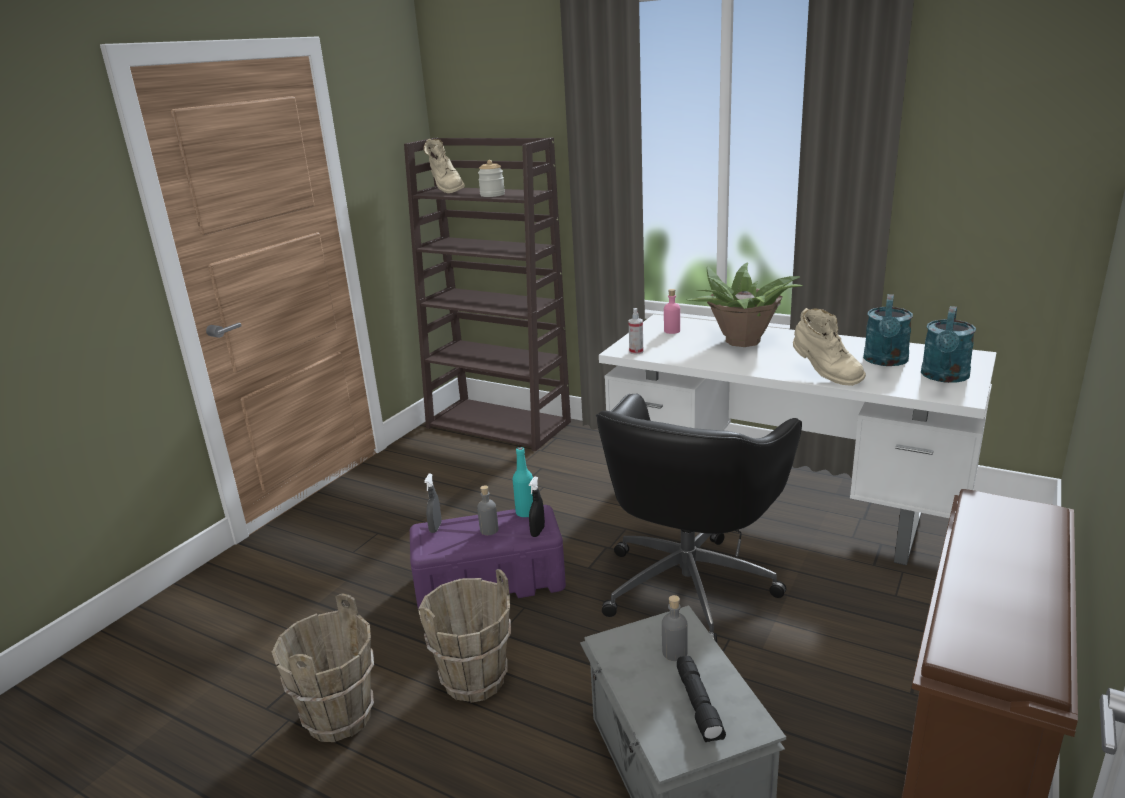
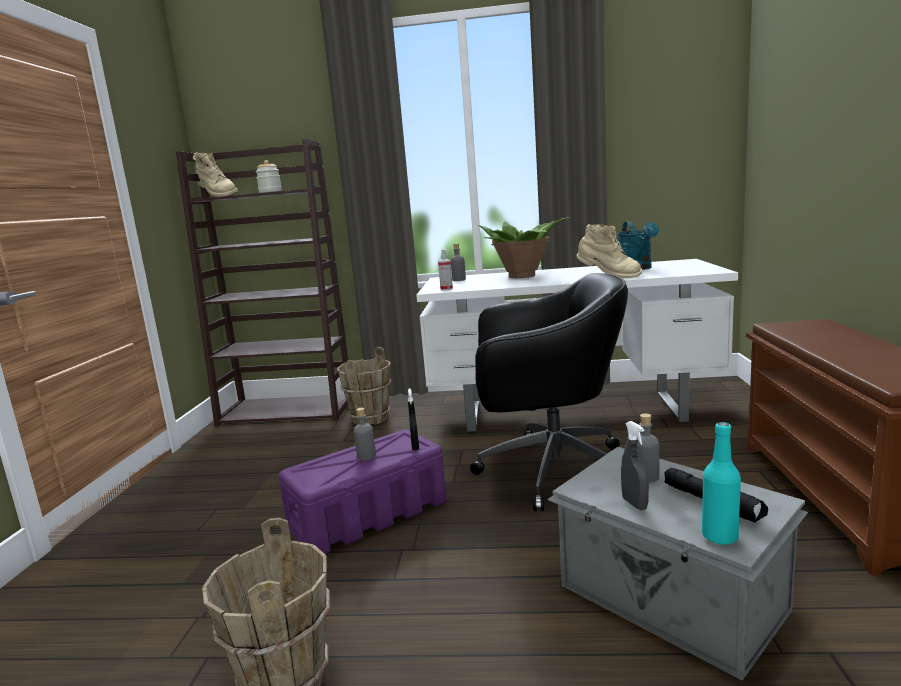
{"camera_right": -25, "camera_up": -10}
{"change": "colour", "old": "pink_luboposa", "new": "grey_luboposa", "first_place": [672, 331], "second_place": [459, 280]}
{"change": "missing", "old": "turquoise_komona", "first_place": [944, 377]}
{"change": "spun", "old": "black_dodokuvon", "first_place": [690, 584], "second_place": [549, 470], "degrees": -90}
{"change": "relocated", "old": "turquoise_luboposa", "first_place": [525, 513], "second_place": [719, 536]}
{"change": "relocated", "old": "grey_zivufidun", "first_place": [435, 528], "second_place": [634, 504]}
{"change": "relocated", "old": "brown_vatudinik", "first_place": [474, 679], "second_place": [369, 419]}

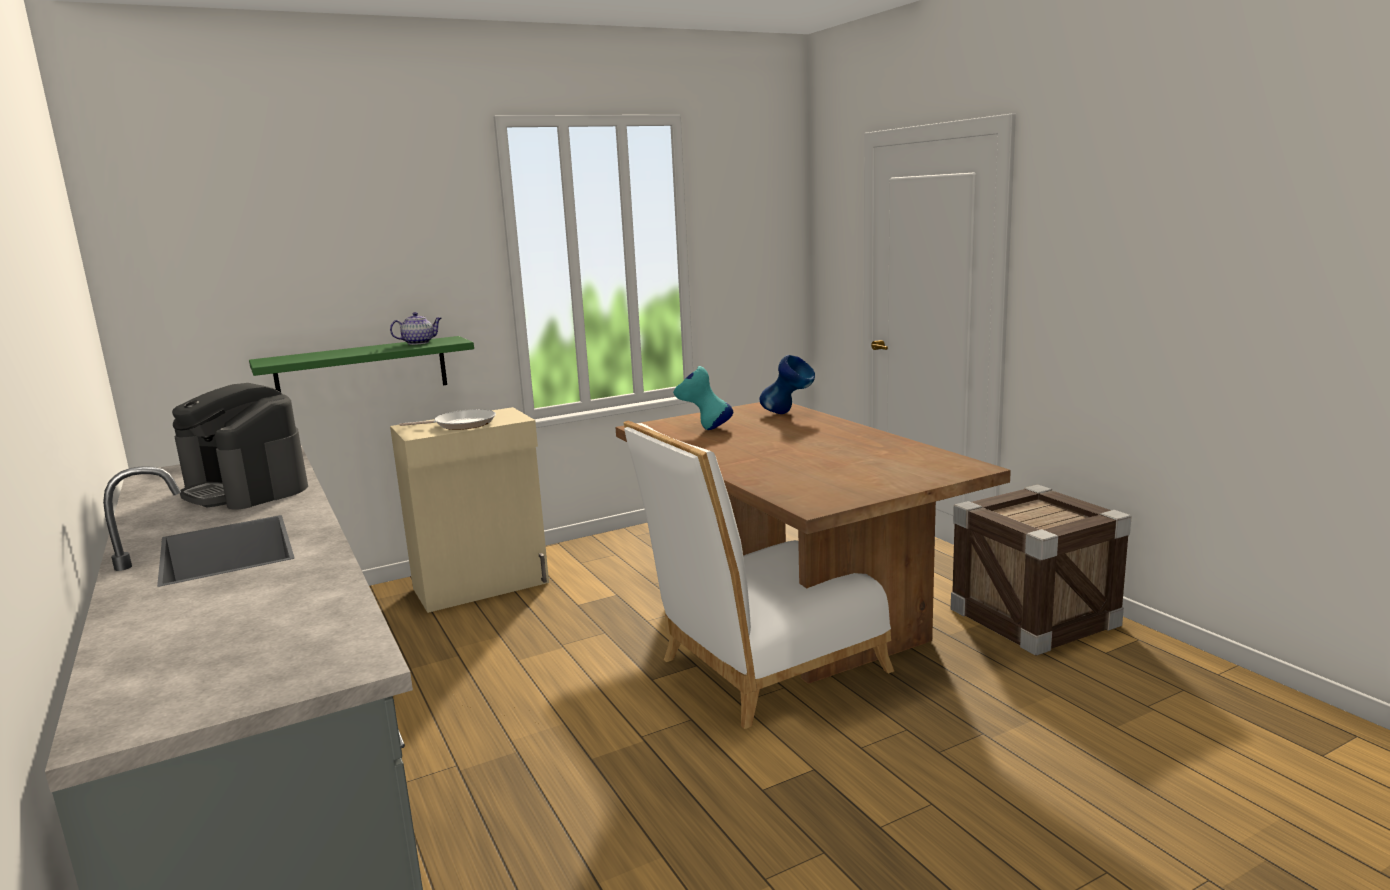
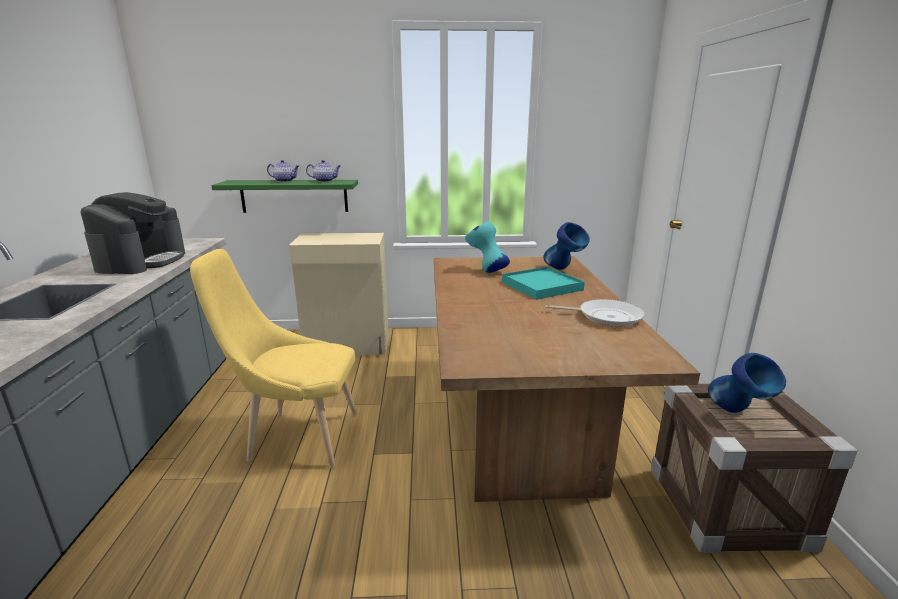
{"camera_right": 25, "camera_up": 5}
{"change": "spun", "old": "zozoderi", "first_place": [247, 489], "second_place": [142, 261], "degrees": -150}
{"change": "relocated", "old": "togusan", "first_place": [461, 424], "second_place": [606, 317]}
{"change": "missing", "old": "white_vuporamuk", "first_place": [762, 669]}
{"change": "appeared", "new": "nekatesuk", "second_place": [285, 181]}
{"change": "appeared", "new": "yellow_vuporamuk", "second_place": [296, 437]}
{"change": "appeared", "new": "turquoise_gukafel", "second_place": [541, 286]}
{"change": "appeared", "new": "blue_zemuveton", "second_place": [737, 415]}

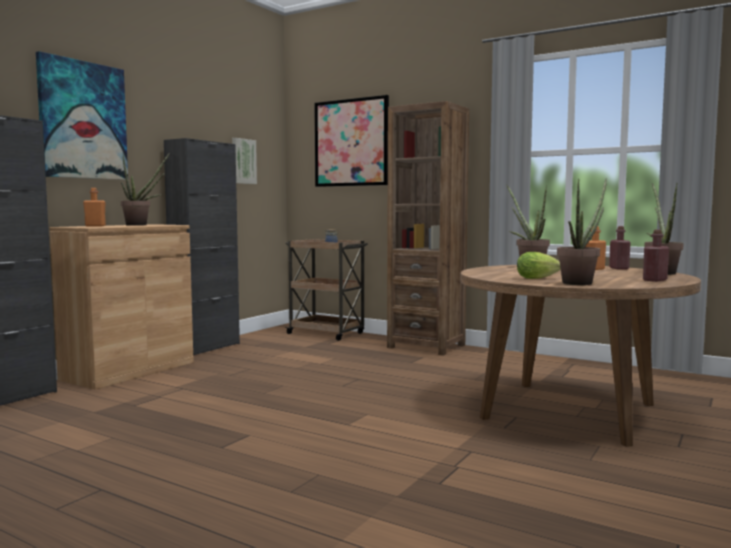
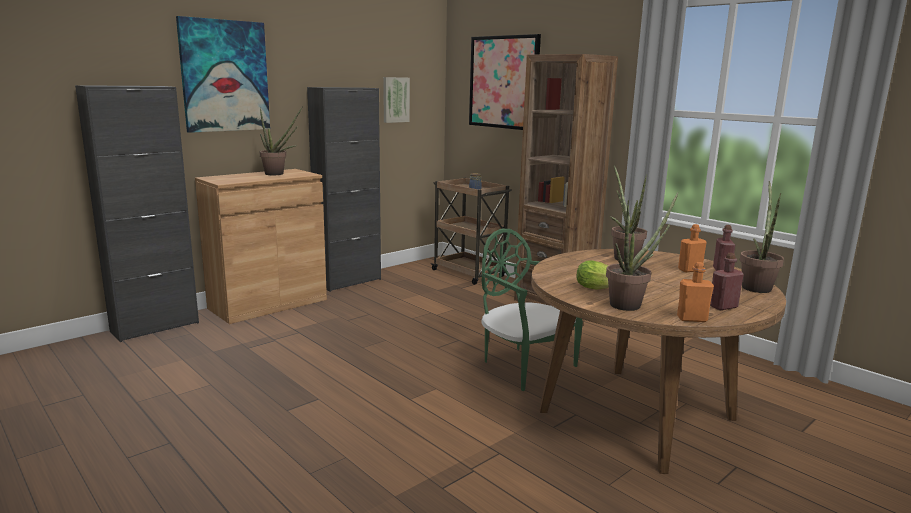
{"camera_right": 15, "camera_up": 10}
{"change": "relocated", "old": "orange_luboposa", "first_place": [95, 226], "second_place": [692, 319]}
{"change": "appeared", "new": "green_vuporamuk", "second_place": [524, 365]}

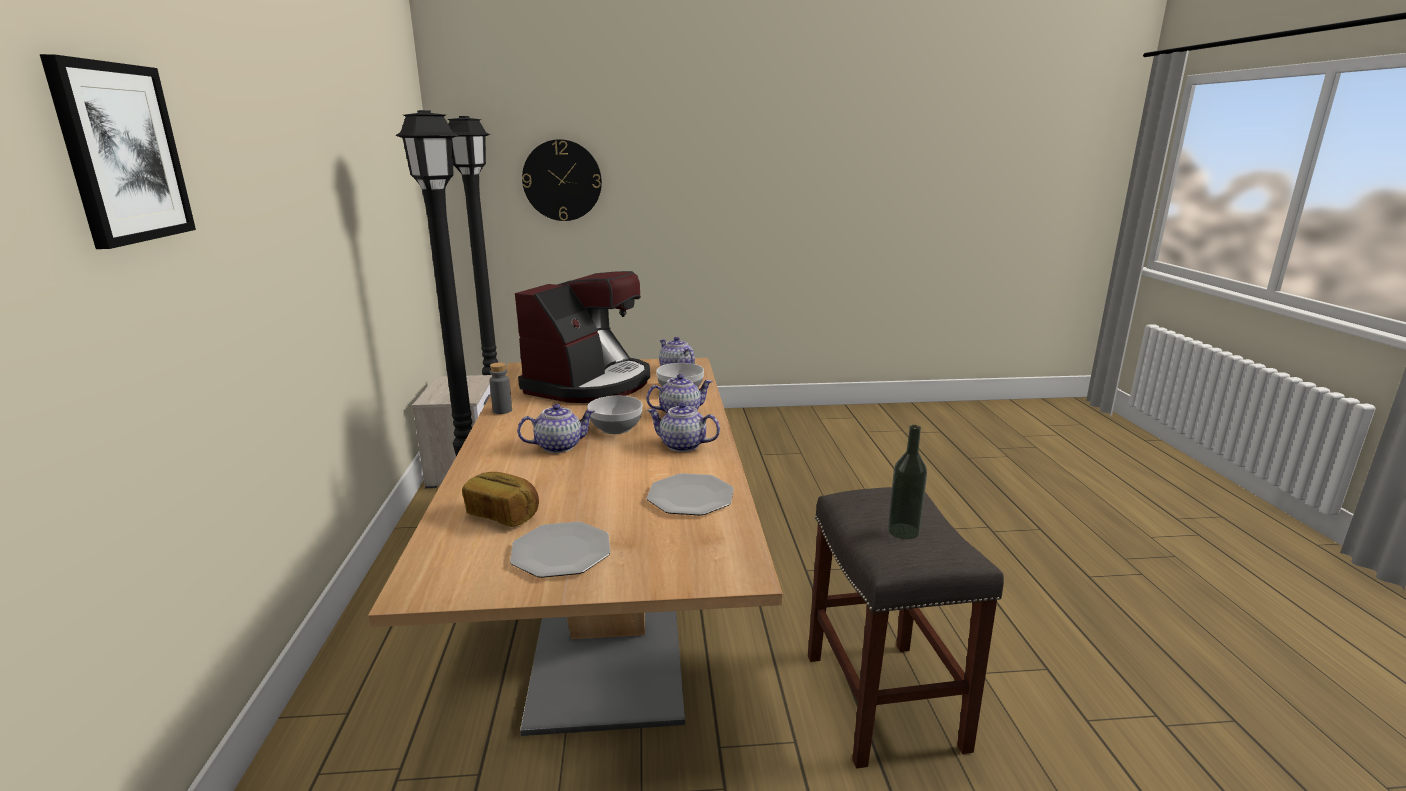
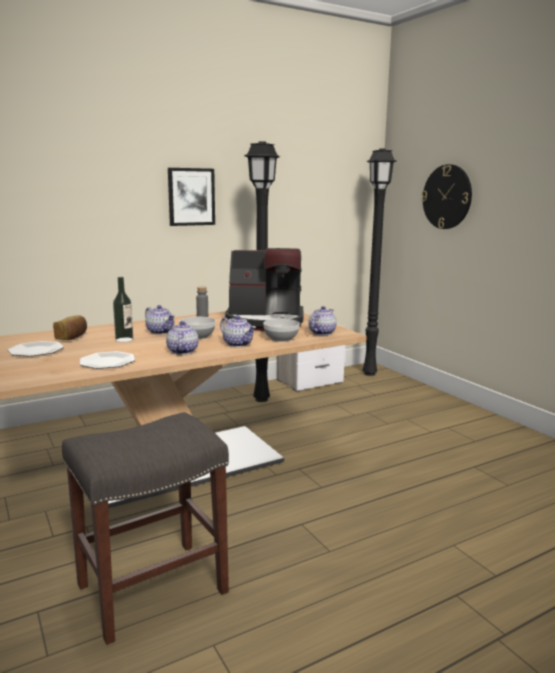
{"camera_right": 65, "camera_up": -5}
{"change": "relocated", "old": "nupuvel", "first_place": [121, 153], "second_place": [191, 197]}
{"change": "relocated", "old": "luboposa", "first_place": [903, 531], "second_place": [124, 340]}

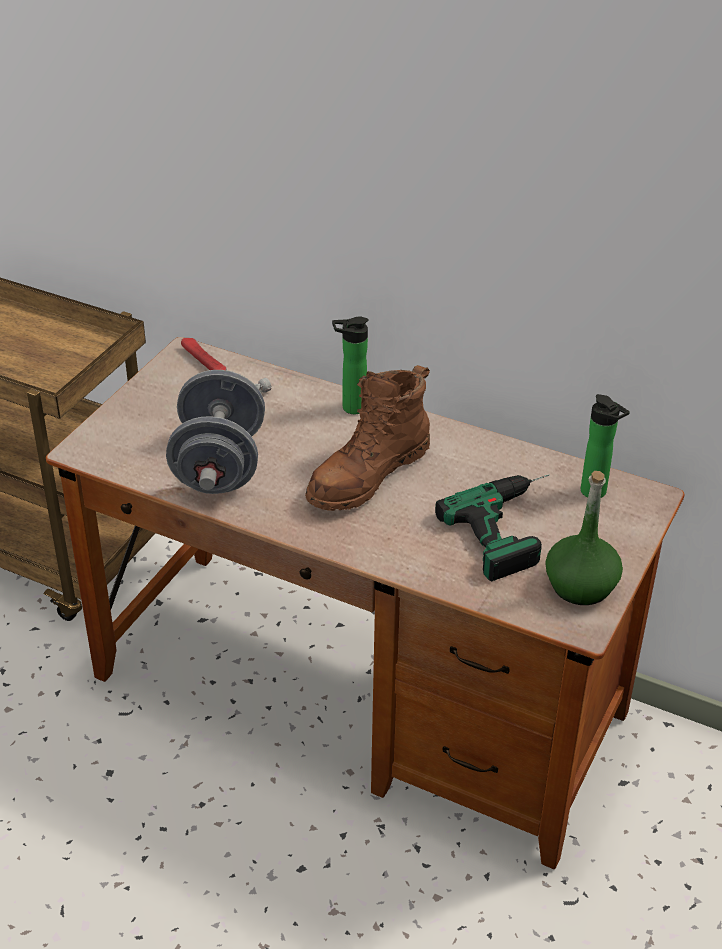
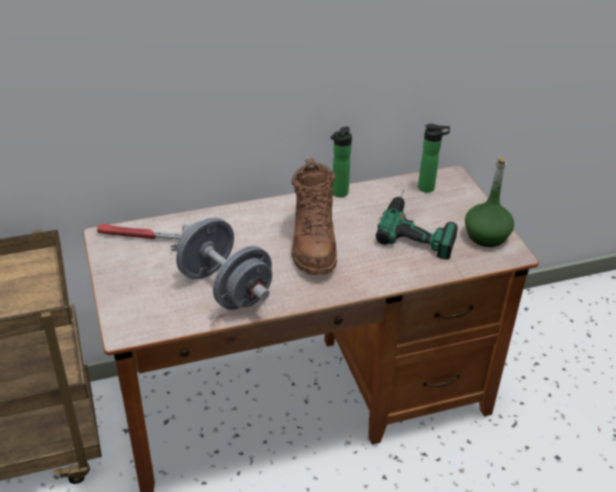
{"camera_right": -45, "camera_up": 0}
{"change": "relocated", "old": "luboposa", "first_place": [350, 408], "second_place": [338, 194]}

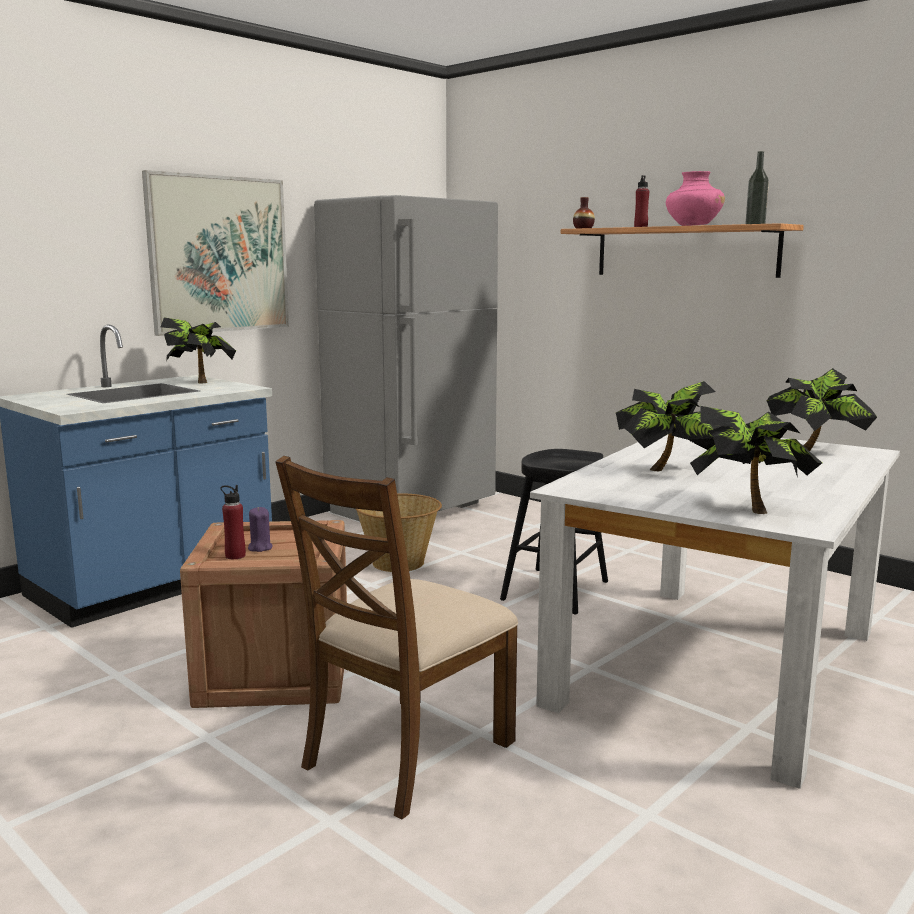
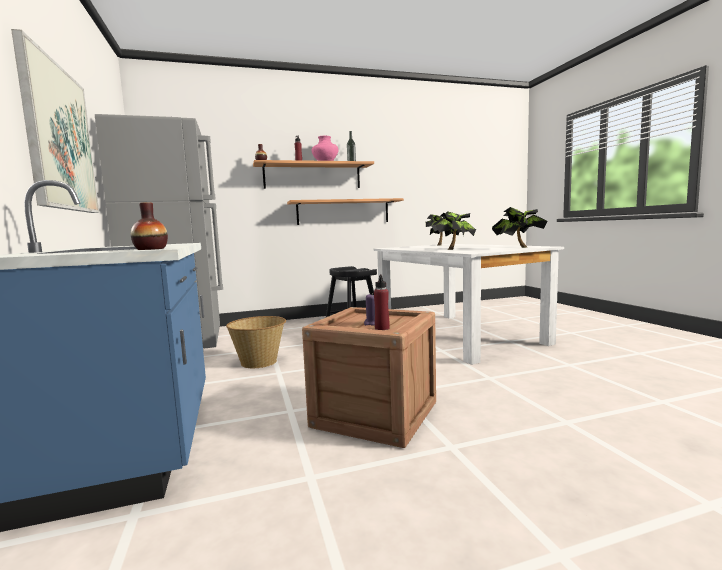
{"camera_right": -60, "camera_up": -5}
{"change": "missing", "old": "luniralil", "first_place": [200, 381]}
{"change": "missing", "old": "brown_vuporamuk", "first_place": [406, 753]}
{"change": "appeared", "new": "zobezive", "second_place": [343, 212]}
{"change": "appeared", "new": "zemuveton", "second_place": [151, 249]}

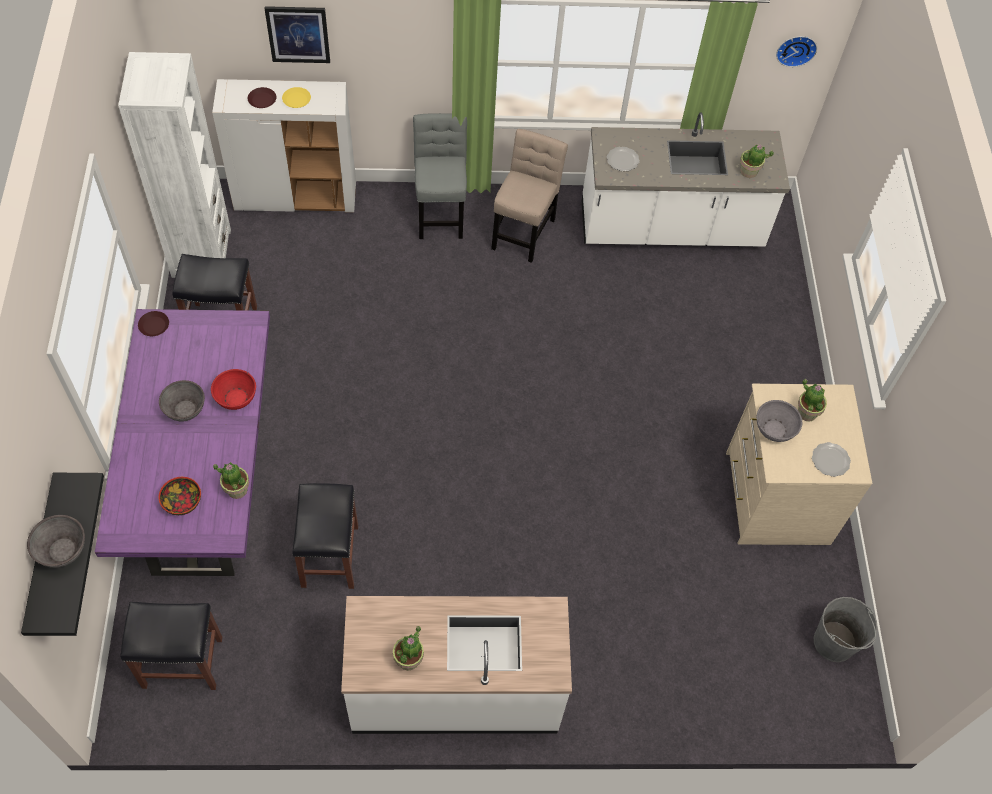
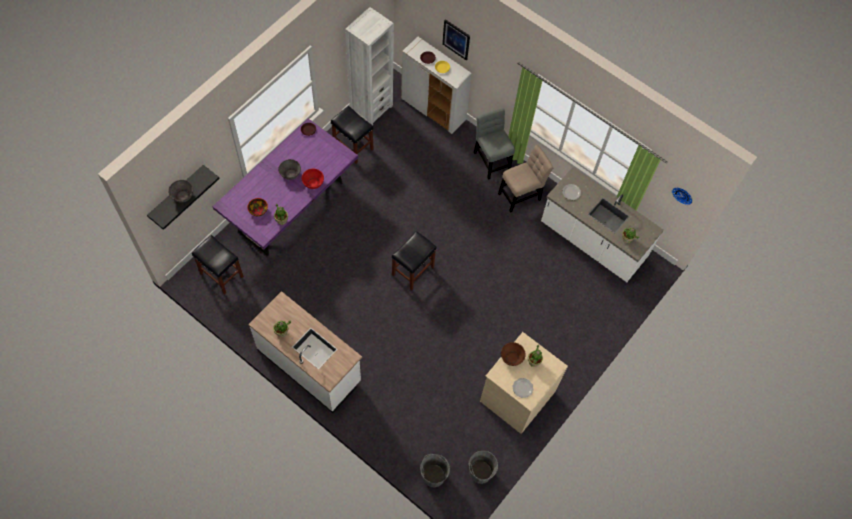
{"camera_right": 40, "camera_up": 5}
{"change": "spun", "old": "grey_vuporamuk", "first_place": [440, 211], "second_place": [491, 160], "degrees": -60}
{"change": "colour", "old": "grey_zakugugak", "new": "brown_zakugugak", "first_place": [774, 429], "second_place": [512, 357]}
{"change": "relocated", "old": "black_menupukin", "first_place": [330, 557], "second_place": [412, 271]}
{"change": "appeared", "new": "grey_vatudinik", "second_place": [433, 475]}

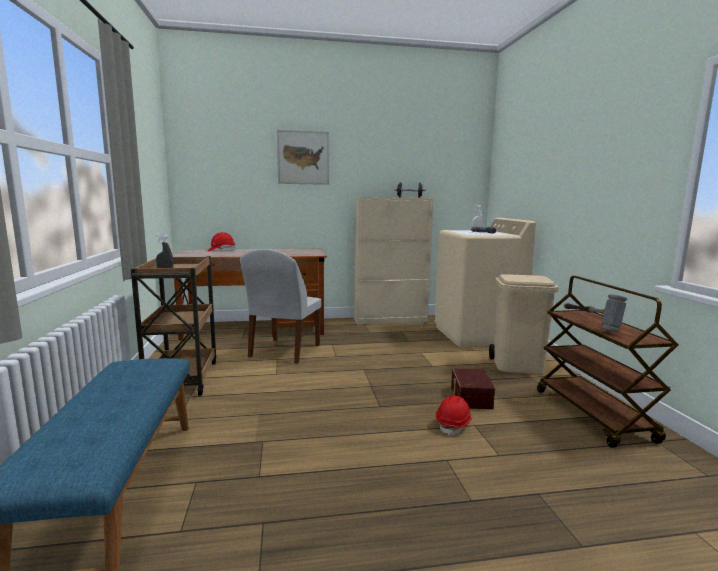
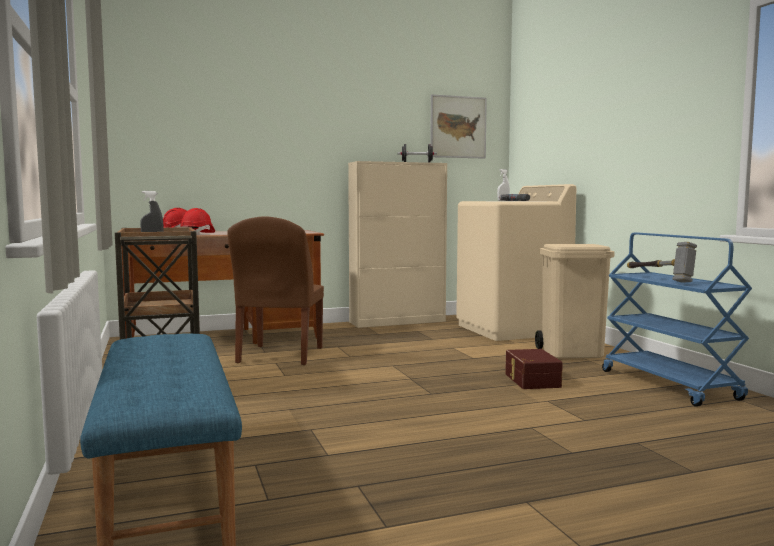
{"camera_right": -10, "camera_up": -5}
{"change": "relocated", "old": "nupuvel", "first_place": [303, 157], "second_place": [458, 127]}
{"change": "colour", "old": "white_vuporamuk", "new": "brown_vuporamuk", "first_place": [283, 352], "second_place": [279, 356]}
{"change": "colour", "old": "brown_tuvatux", "new": "blue_tuvatux", "first_place": [593, 415], "second_place": [670, 385]}
{"change": "relocated", "old": "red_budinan", "first_place": [454, 424], "second_place": [198, 233]}

